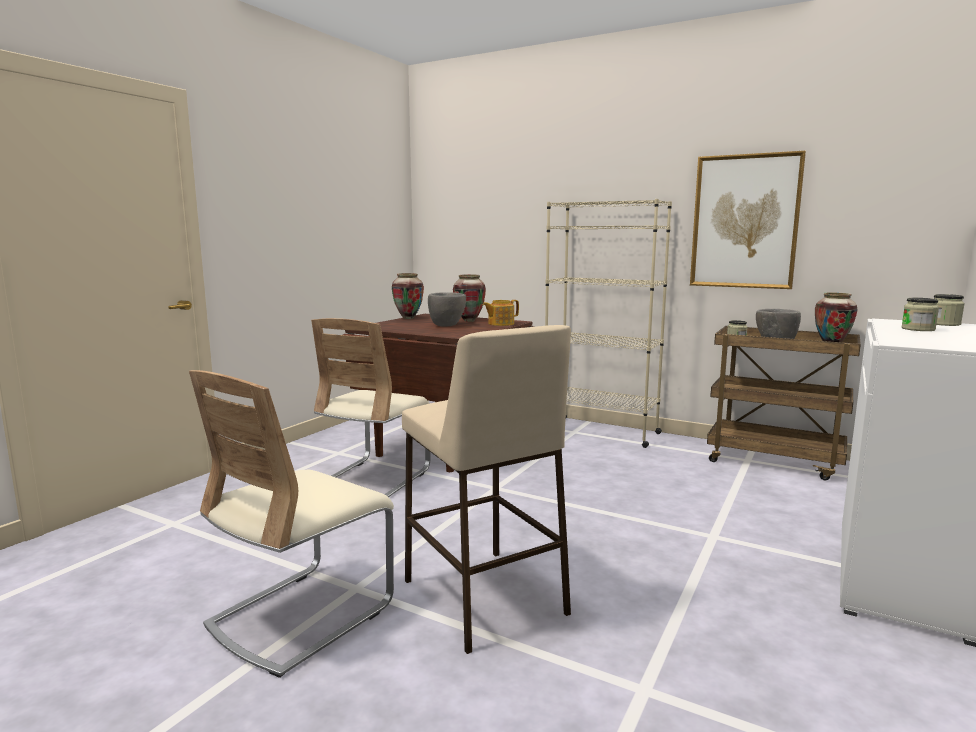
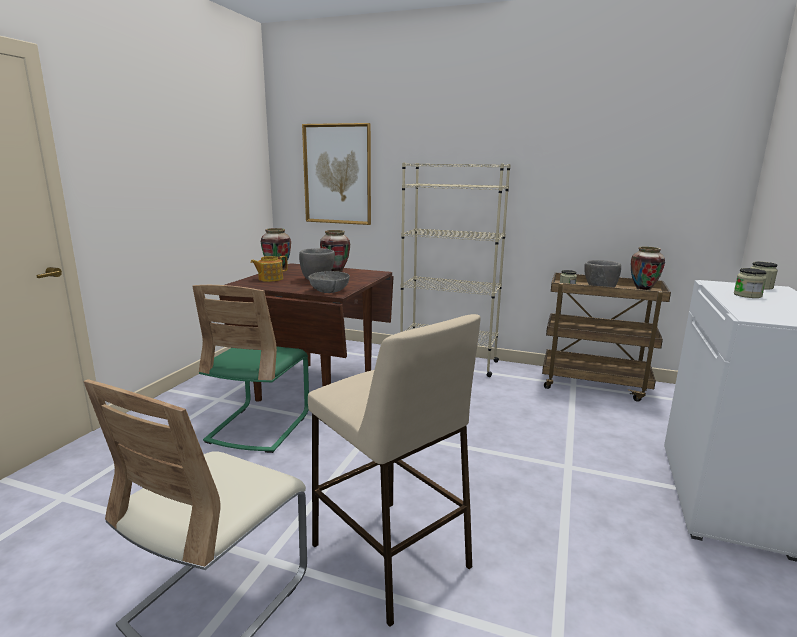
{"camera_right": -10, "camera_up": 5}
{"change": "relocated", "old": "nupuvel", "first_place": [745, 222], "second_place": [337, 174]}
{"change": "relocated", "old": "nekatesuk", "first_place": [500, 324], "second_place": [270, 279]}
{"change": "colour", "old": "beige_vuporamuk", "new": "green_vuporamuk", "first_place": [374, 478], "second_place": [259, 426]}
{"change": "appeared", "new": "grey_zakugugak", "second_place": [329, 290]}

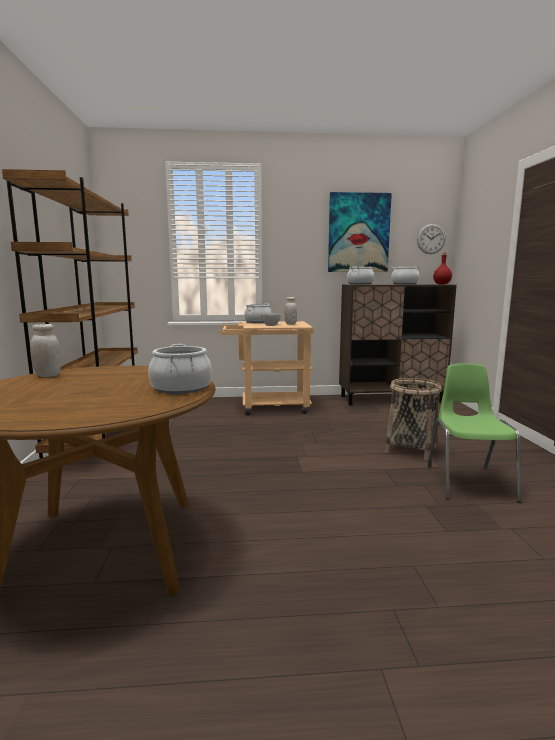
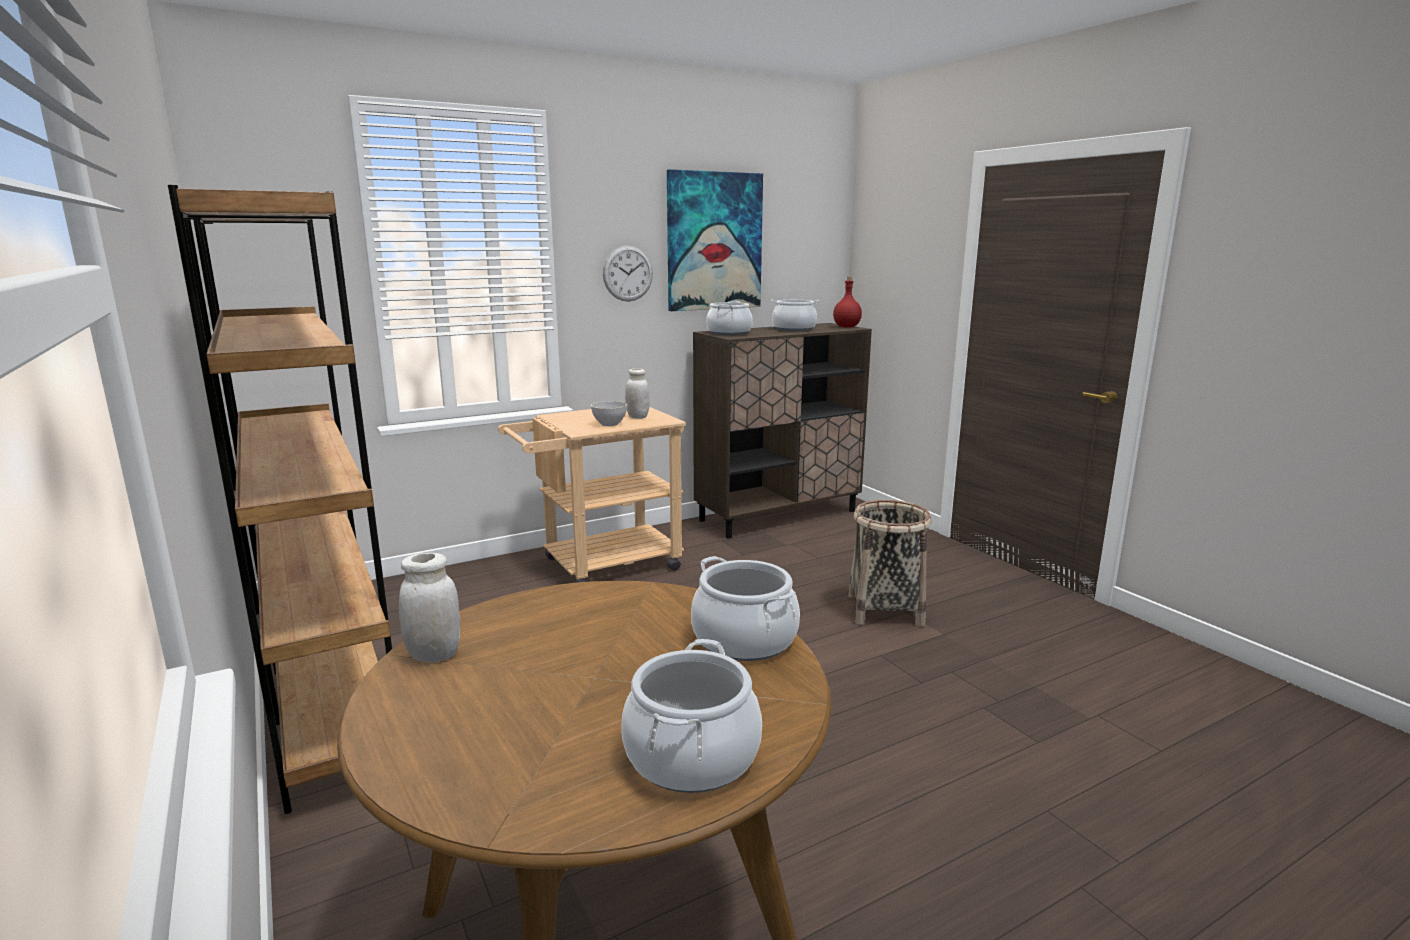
{"camera_right": -25, "camera_up": 5}
{"change": "relocated", "old": "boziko", "first_place": [431, 239], "second_place": [627, 273]}
{"change": "relocated", "old": "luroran", "first_place": [258, 322], "second_place": [692, 755]}
{"change": "missing", "old": "green_vuporamuk", "first_place": [469, 481]}

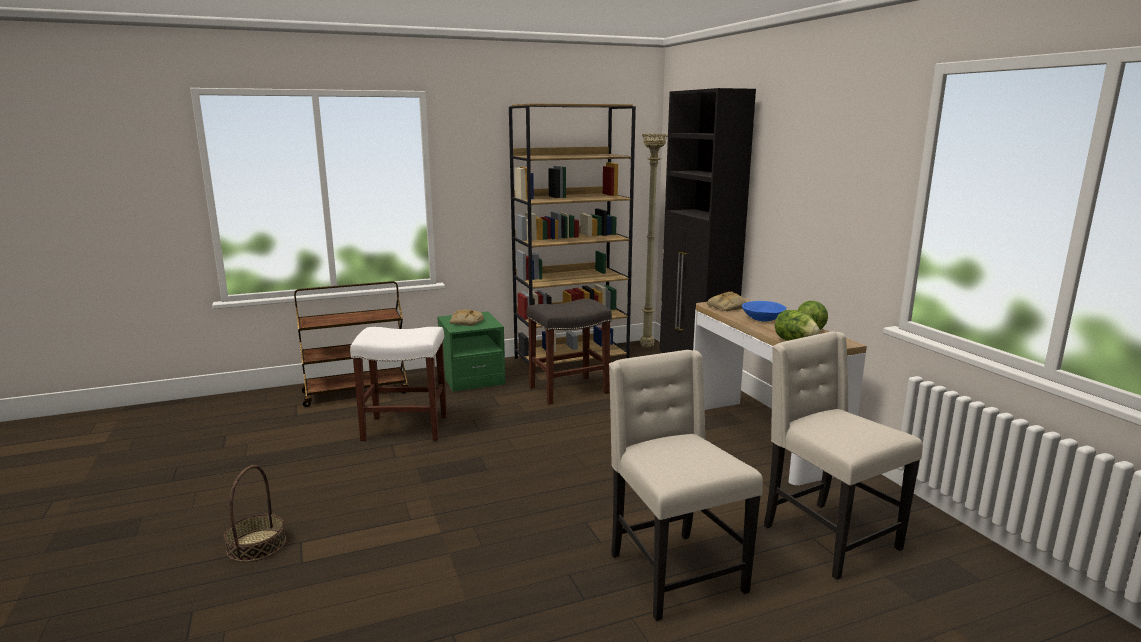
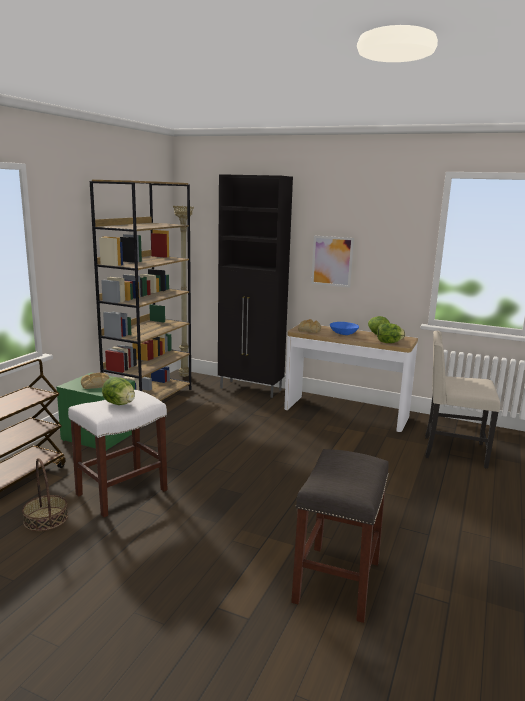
{"camera_right": -45, "camera_up": 0}
{"change": "relocated", "old": "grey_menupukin", "first_place": [568, 390], "second_place": [337, 582]}
{"change": "missing", "old": "beige_vuporamuk", "first_place": [673, 572]}
{"change": "relocated", "old": "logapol", "first_place": [256, 545], "second_place": [45, 519]}
{"change": "appeared", "new": "nupuvel", "second_place": [332, 261]}
{"change": "appeared", "new": "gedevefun", "second_place": [119, 404]}

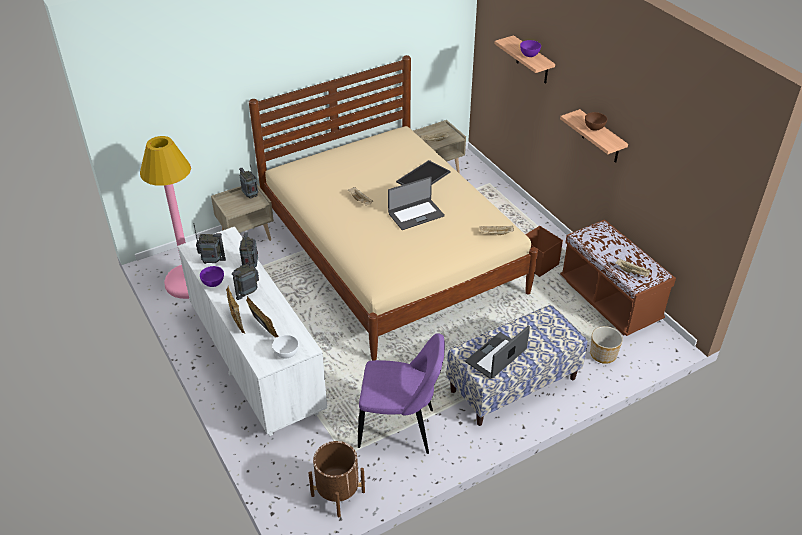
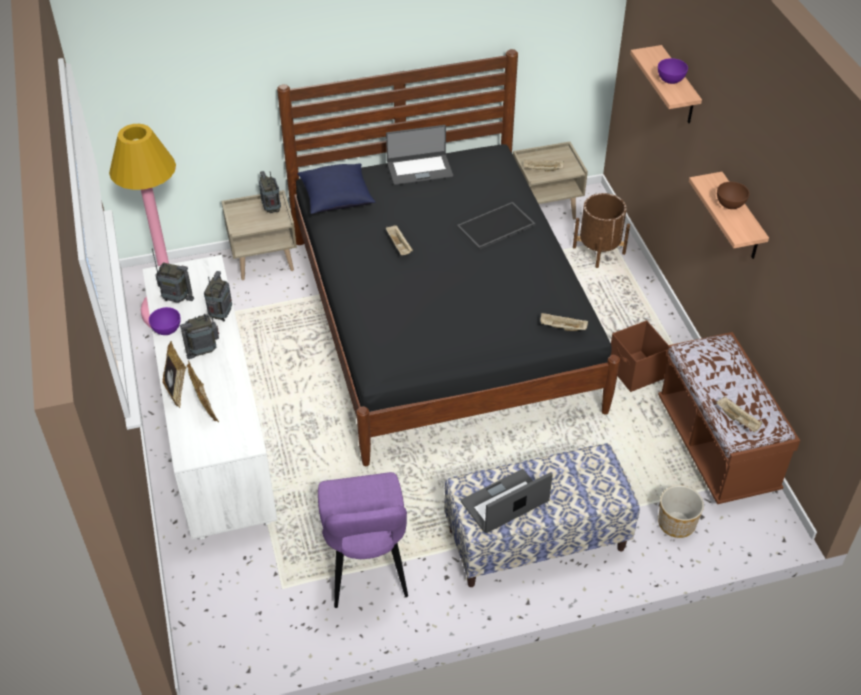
{"camera_right": 15, "camera_up": 5}
{"change": "colour", "old": "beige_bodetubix", "new": "black_bodetubix", "first_place": [391, 255], "second_place": [441, 321]}
{"change": "relocated", "old": "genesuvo", "first_place": [415, 214], "second_place": [419, 169]}
{"change": "spun", "old": "purple_vuporamuk", "first_place": [400, 429], "second_place": [366, 567], "degrees": 60}
{"change": "missing", "old": "white_zakugugak", "first_place": [286, 354]}
{"change": "relocated", "old": "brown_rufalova", "first_place": [338, 493], "second_place": [599, 250]}
{"change": "appeared", "new": "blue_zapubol", "second_place": [336, 199]}

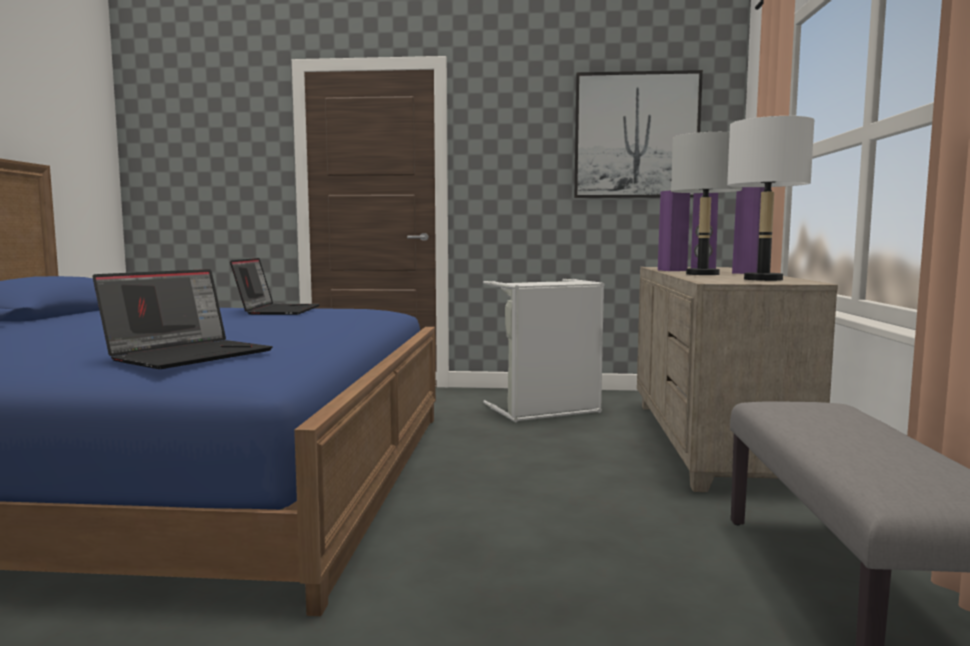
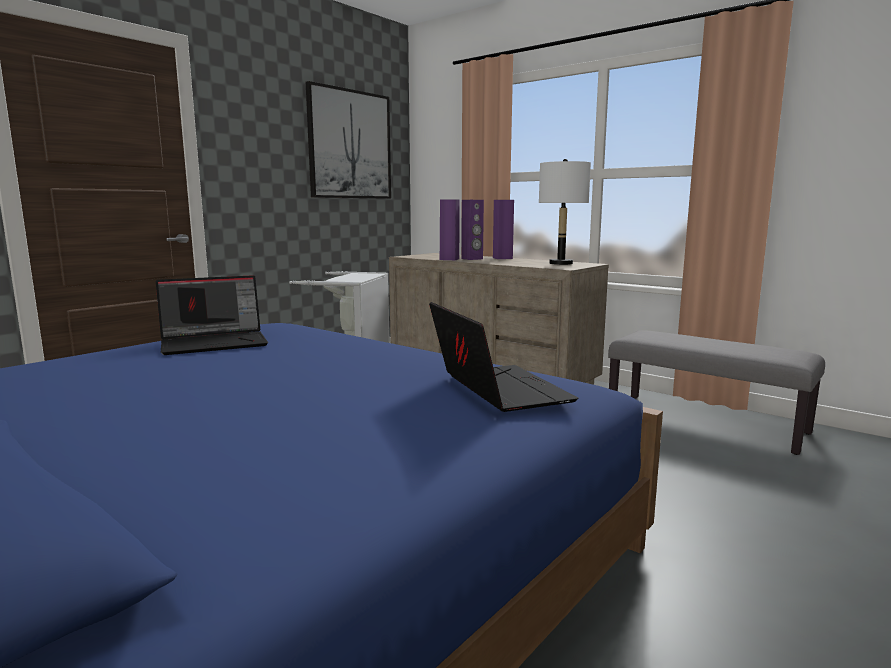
{"camera_right": -55, "camera_up": 5}
{"change": "missing", "old": "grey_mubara", "first_place": [702, 274]}
{"change": "spun", "old": "genesuvo", "first_place": [277, 310], "second_place": [215, 342], "degrees": 120}

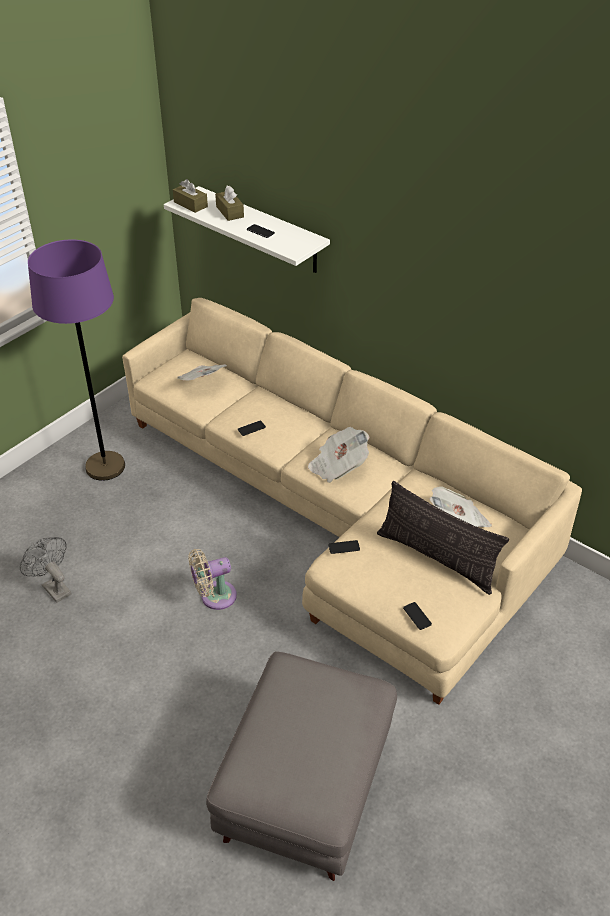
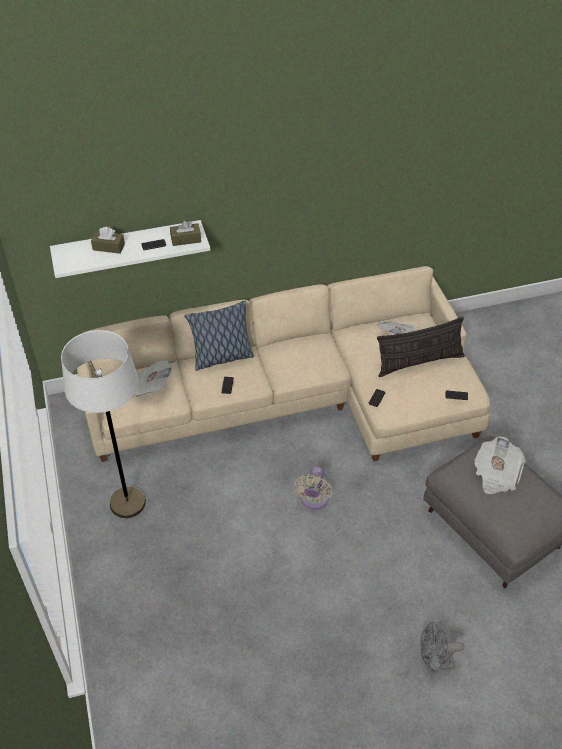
{"camera_right": -55, "camera_up": 5}
{"change": "relocated", "old": "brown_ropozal", "first_place": [190, 204], "second_place": [186, 239]}
{"change": "colour", "old": "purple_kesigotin", "new": "white_kesigotin", "first_place": [105, 467], "second_place": [127, 503]}
{"change": "relocated", "old": "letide", "first_place": [338, 466], "second_place": [495, 475]}
{"change": "relocated", "old": "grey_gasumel", "first_place": [53, 587], "second_place": [434, 663]}
{"change": "appeared", "new": "zapubol", "second_place": [221, 357]}

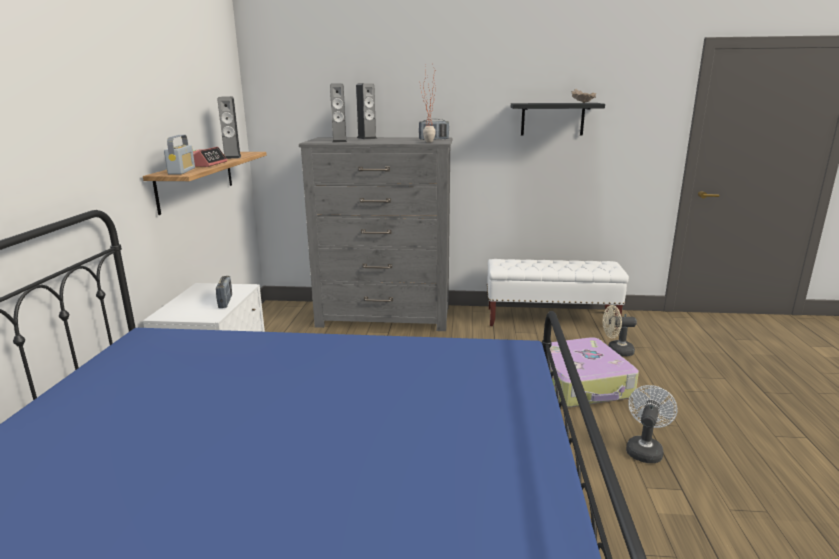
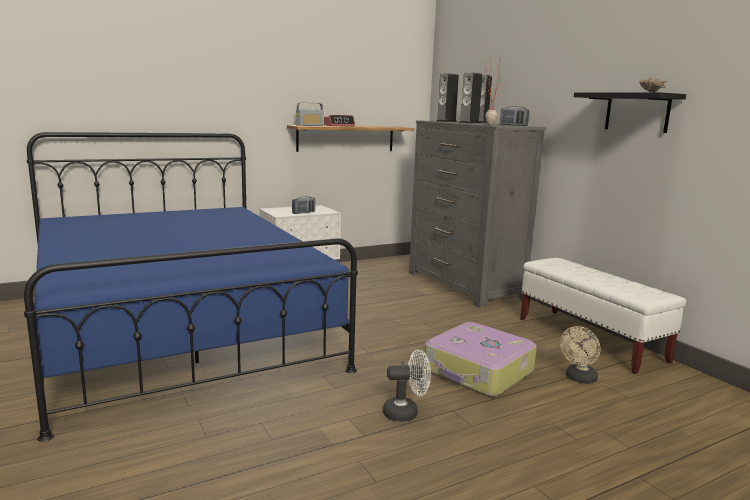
{"camera_right": 55, "camera_up": -5}
{"change": "relocated", "old": "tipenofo", "first_place": [232, 157], "second_place": [469, 123]}
{"change": "spun", "old": "beige_gasumel", "first_place": [616, 351], "second_place": [579, 379], "degrees": -105}

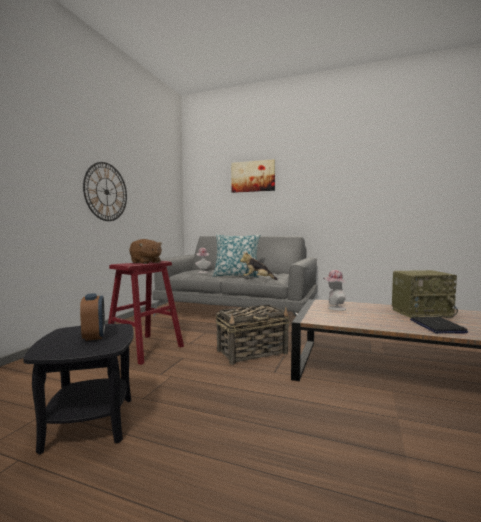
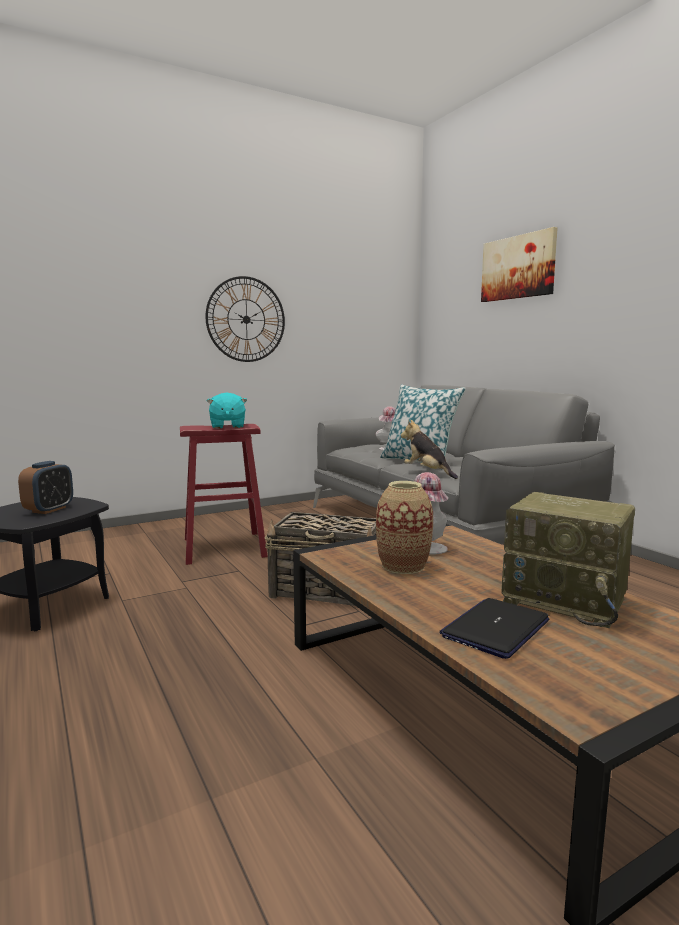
{"camera_right": 40, "camera_up": 5}
{"change": "colour", "old": "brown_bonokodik", "new": "turquoise_bonokodik", "first_place": [146, 262], "second_place": [227, 426]}
{"change": "appeared", "new": "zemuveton", "second_place": [403, 566]}

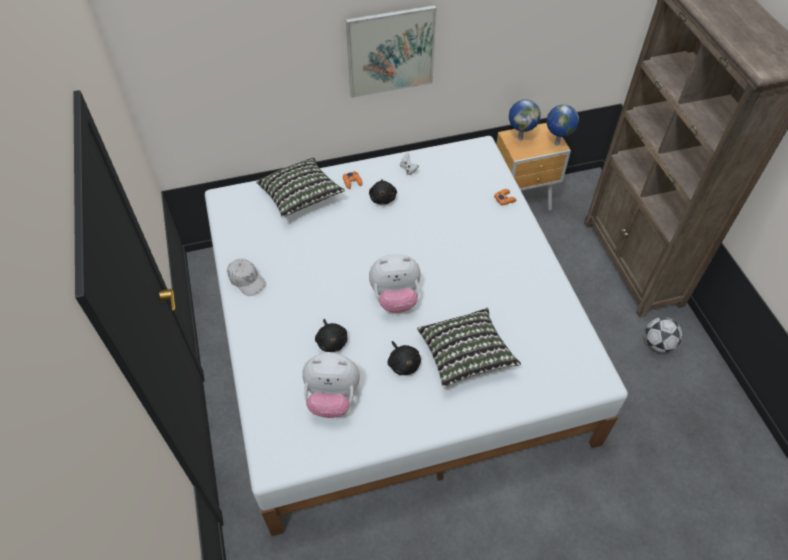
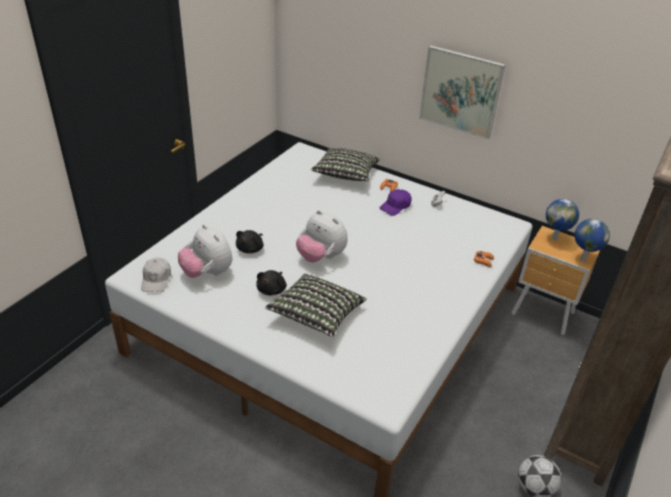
{"camera_right": 45, "camera_up": -15}
{"change": "exchanged", "old": "black_bonokodik", "new": "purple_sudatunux", "first_place": [383, 198], "second_place": [395, 206]}
{"change": "relocated", "old": "white_sudatunux", "first_place": [246, 280], "second_place": [156, 279]}

